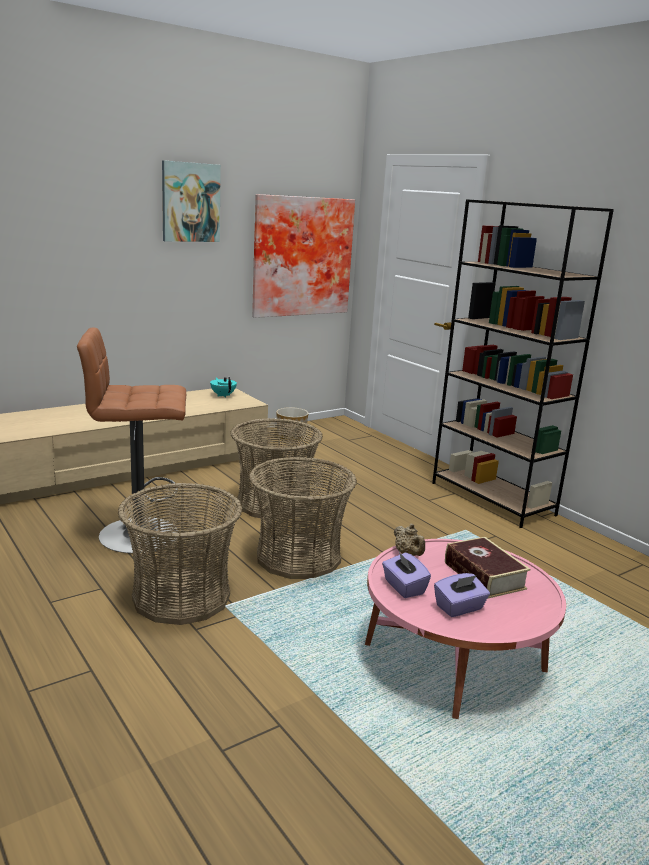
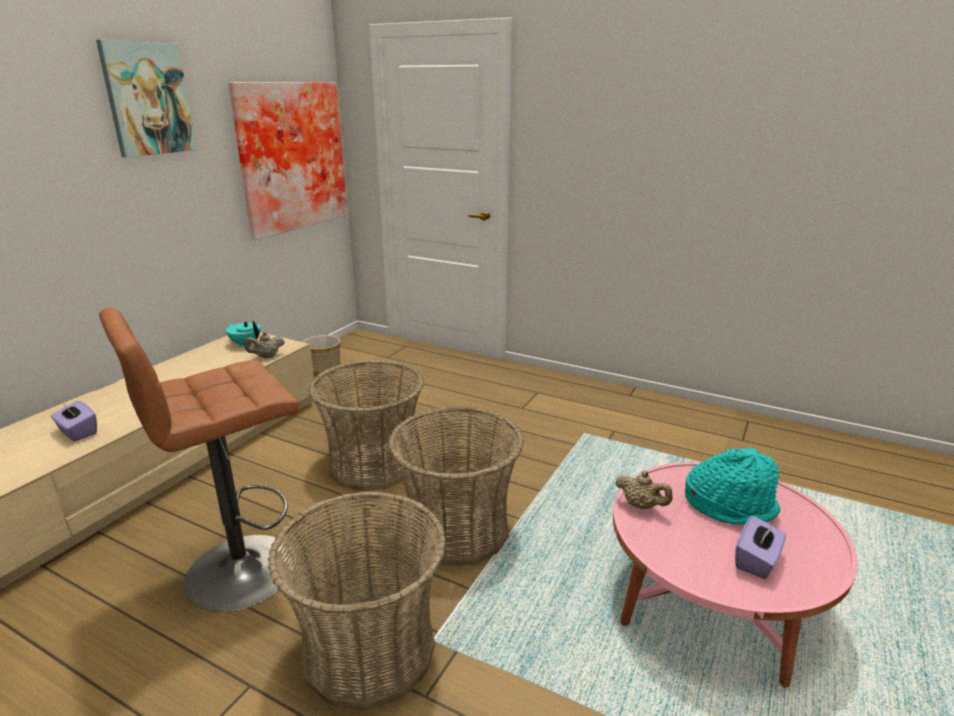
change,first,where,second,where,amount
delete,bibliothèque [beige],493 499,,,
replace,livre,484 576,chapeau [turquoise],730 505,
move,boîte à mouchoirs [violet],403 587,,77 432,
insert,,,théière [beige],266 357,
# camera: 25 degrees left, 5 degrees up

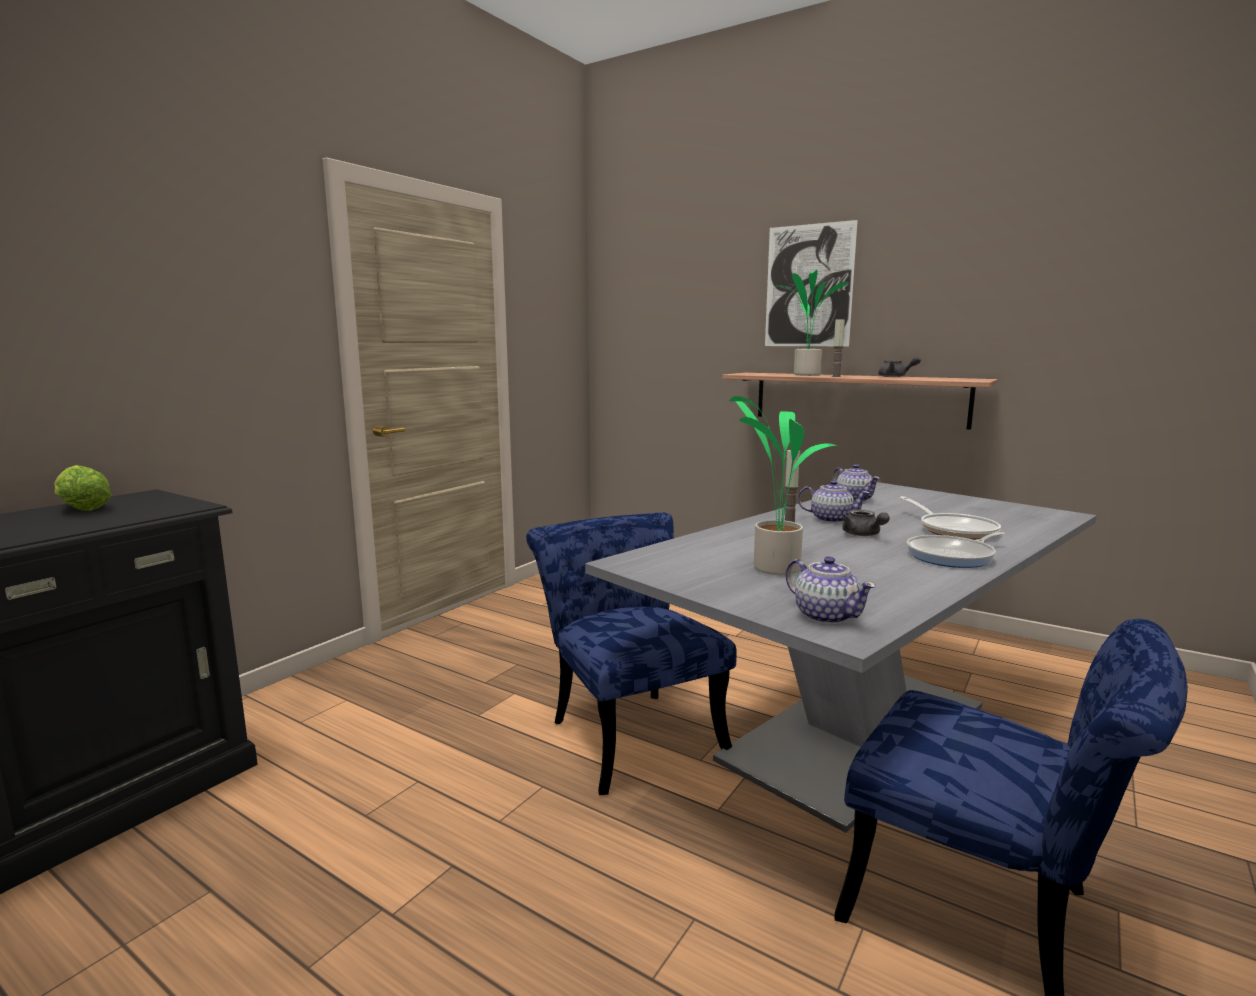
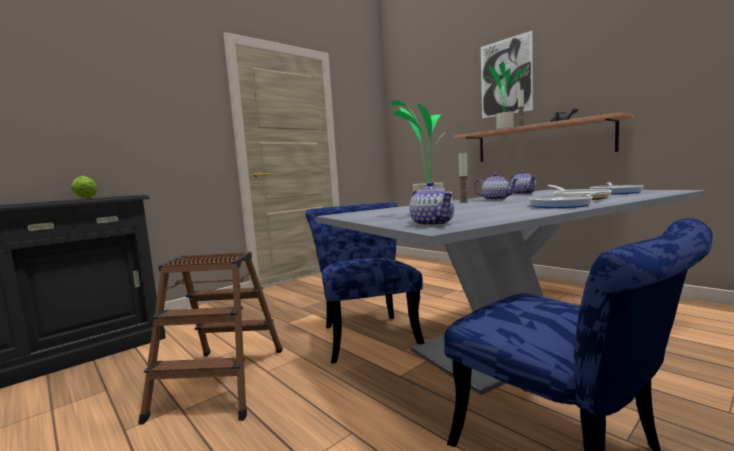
change,first,where,second,where,amount
delete,théière [gris],863 535,,,
insert,,,poêle,615 192,
insert,,,escabeau [marron],222 380,
# camera: 15 degrees right, 5 degrees down

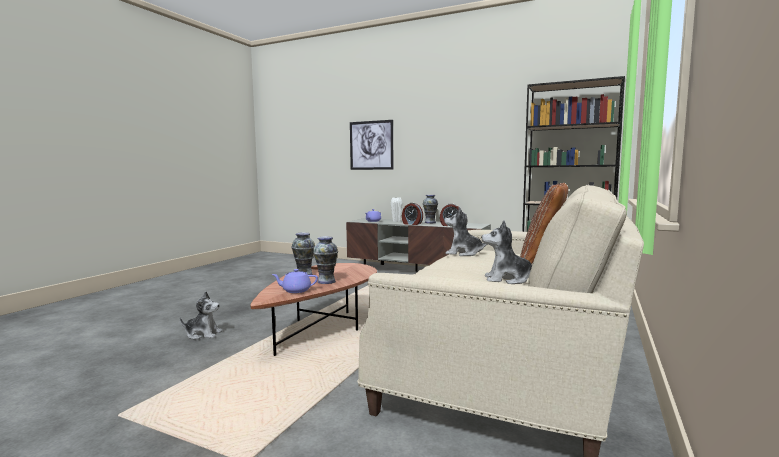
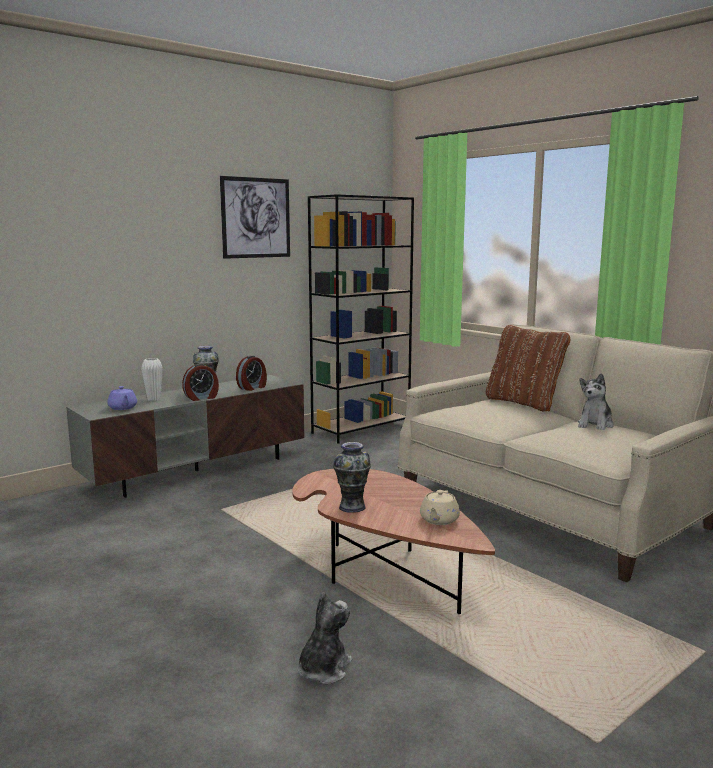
change,first,where,second,where,amount
move,tableau,371 145,,256 218,
delete,peluche,464 253,,,
delete,vase,326 281,,,
recolor,théière [violet],296 290,théière [beige],439 520,
# camera: 65 degrees left, 5 degrees up

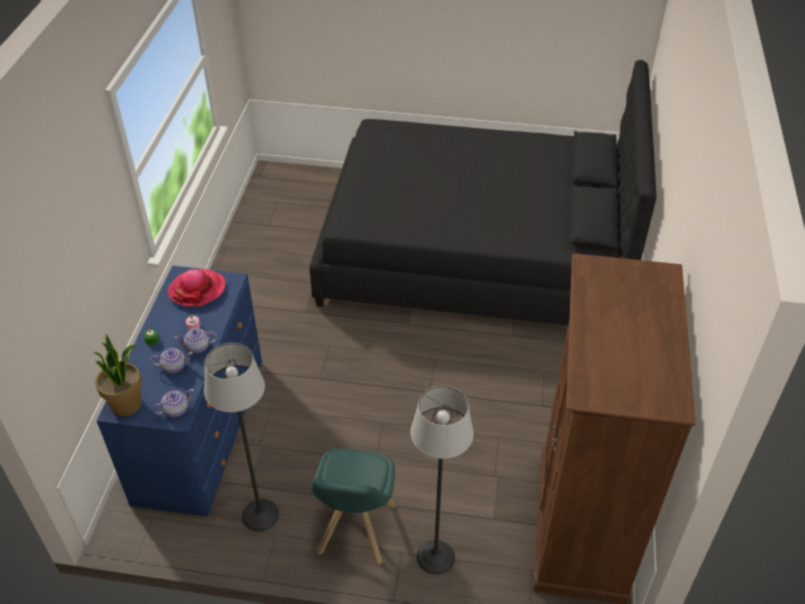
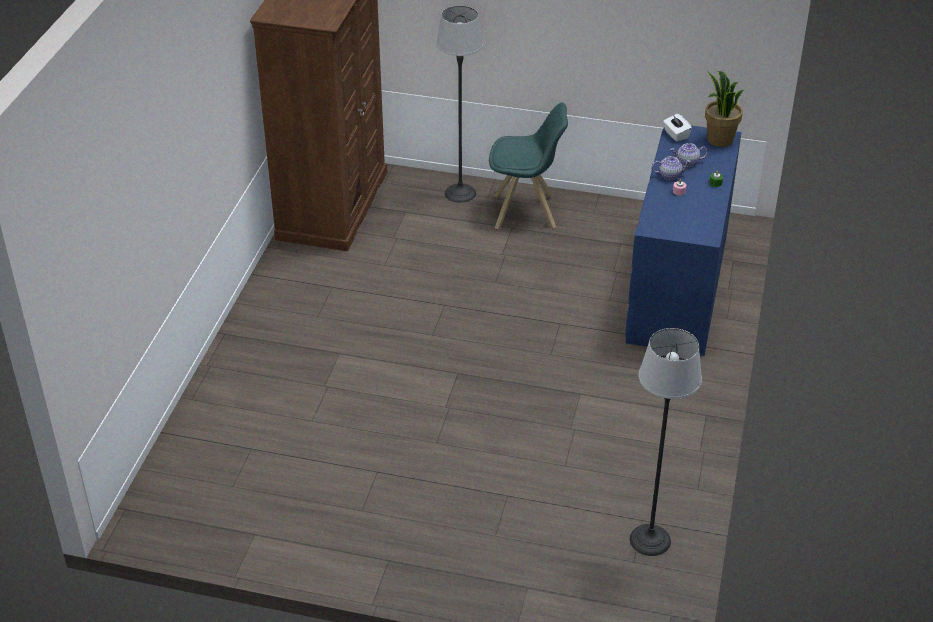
change,first,where,second,where,amount
delete,lit [noir],475 253,,,
delete,chapeau,197 290,,,
move,lampadaire,260 514,,650 540,
replace,théière,176 409,boîte à mouchoirs [blanc],676 135,
rotate,chaise [turquoise],355 529,,525 212,75 degrees clockwise
# camera: 175 degrees left, 5 degrees down

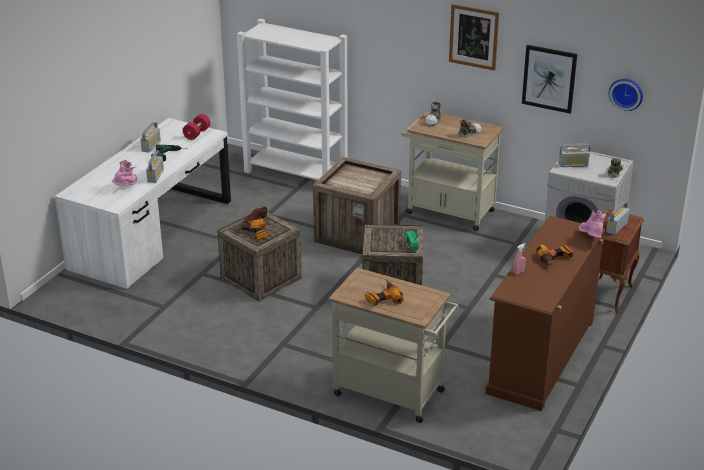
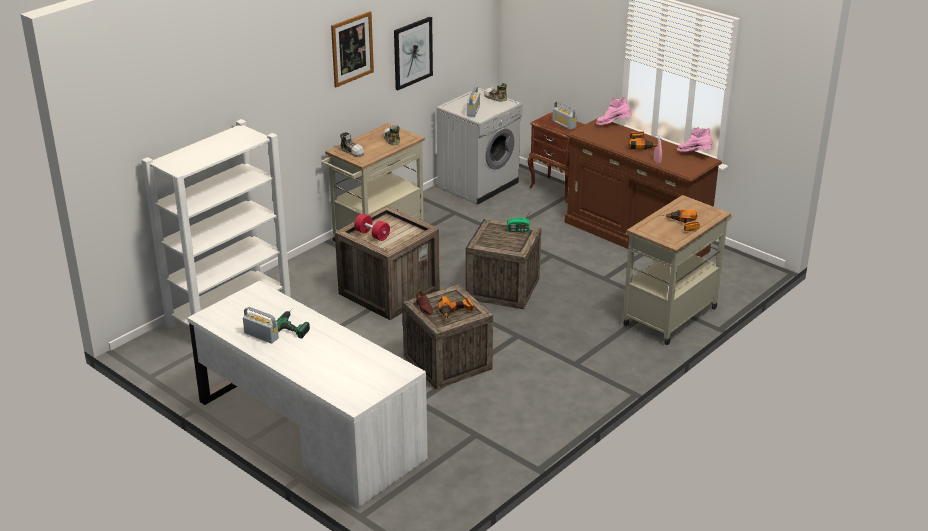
change,first,where,second,where,amount
delete,horloge murale,626 93,,,
move,haltère [rouge],197 134,,372 235,
delete,radio,155 176,,,
move,botte [rose],126 187,,694 155,
# camera: 75 degrees left, 0 degrees up

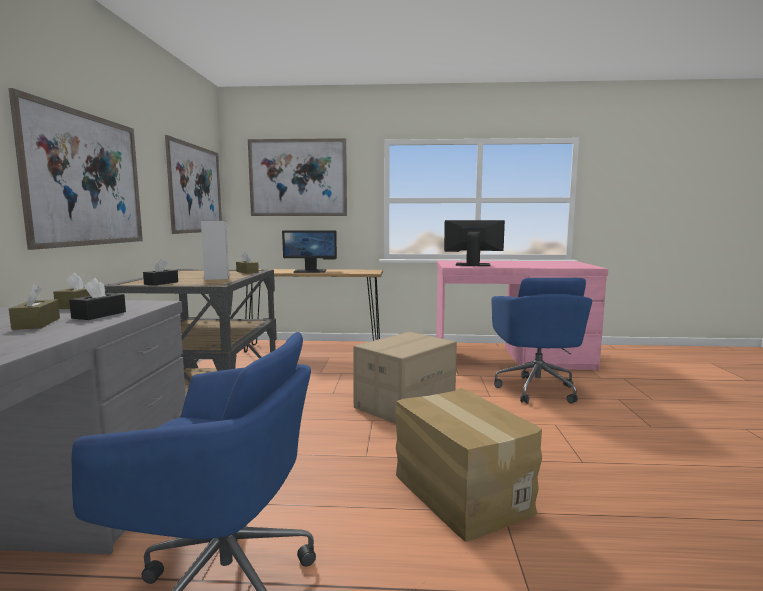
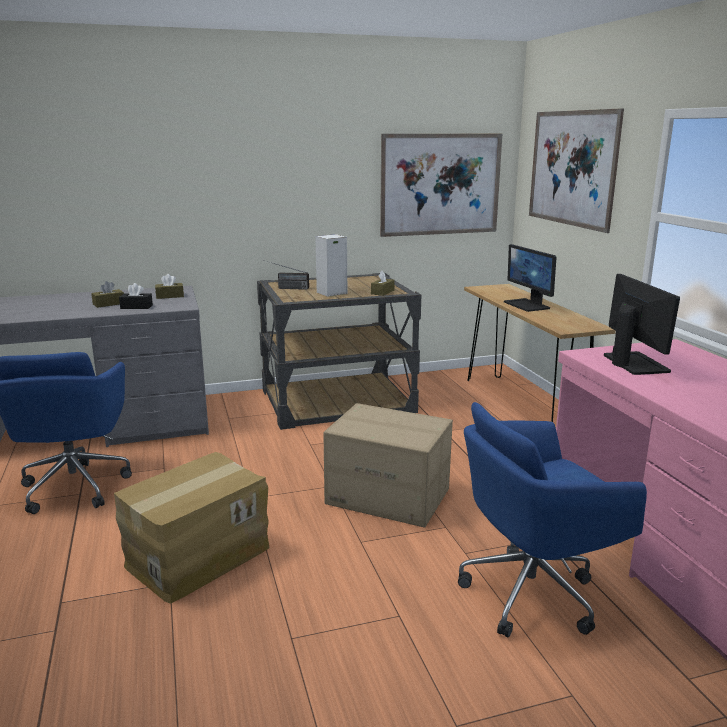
change,first,where,second,where,amount
delete,tableau,87 179,,,
replace,boîte à mouchoirs [noir],161 283,radio,285 288,
# camera: 70 degrees right, 10 degrees up

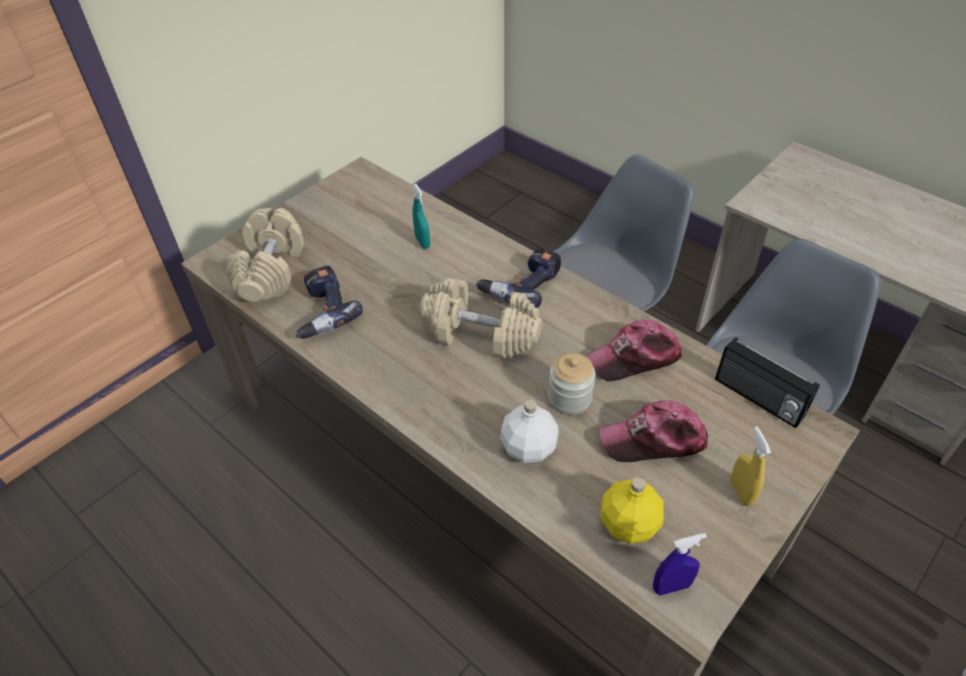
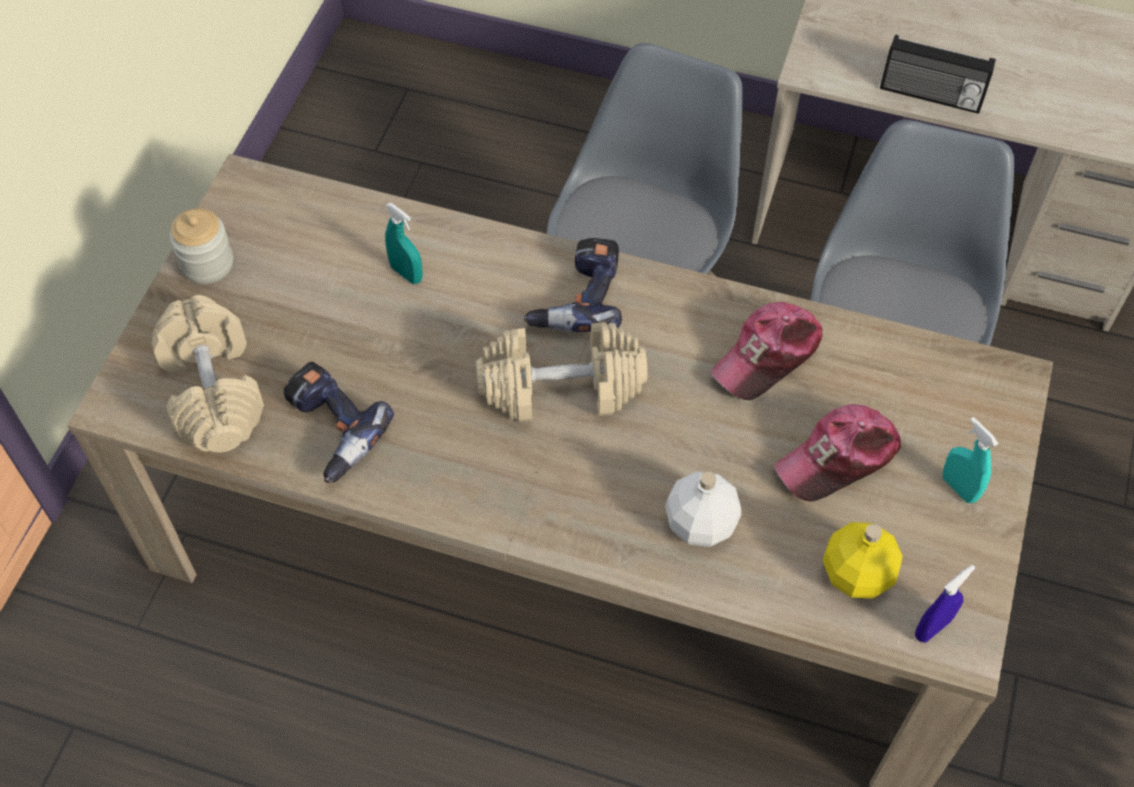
change,first,where,second,where,amount
move,radio,757 399,,930 96,
move,bocal,569 398,,207 263,
recolor,vaporisateur [jaune],741 492,vaporisateur [turquoise],959 488,
# camera: 25 degrees left, 10 degrees up

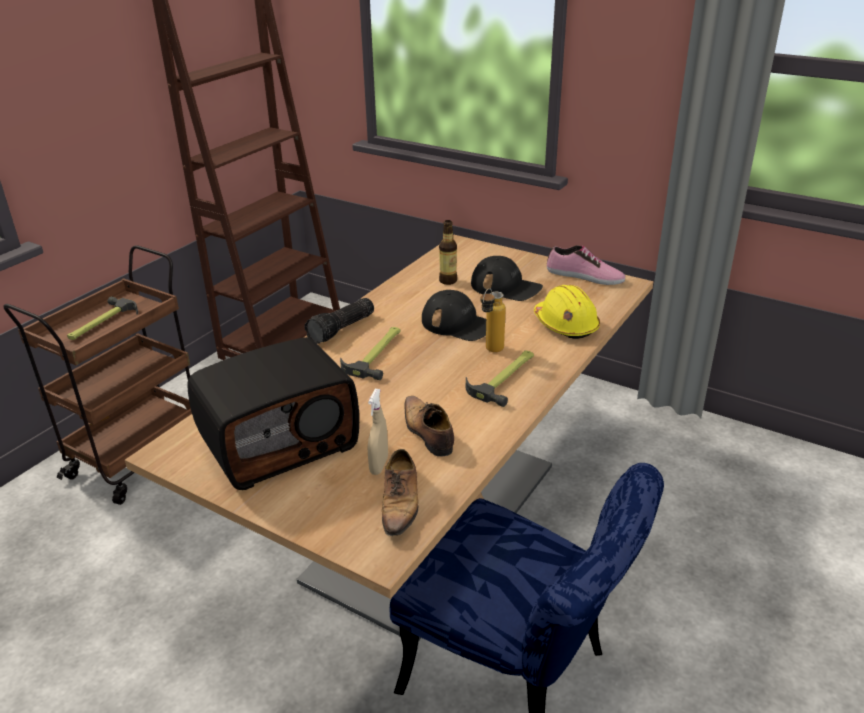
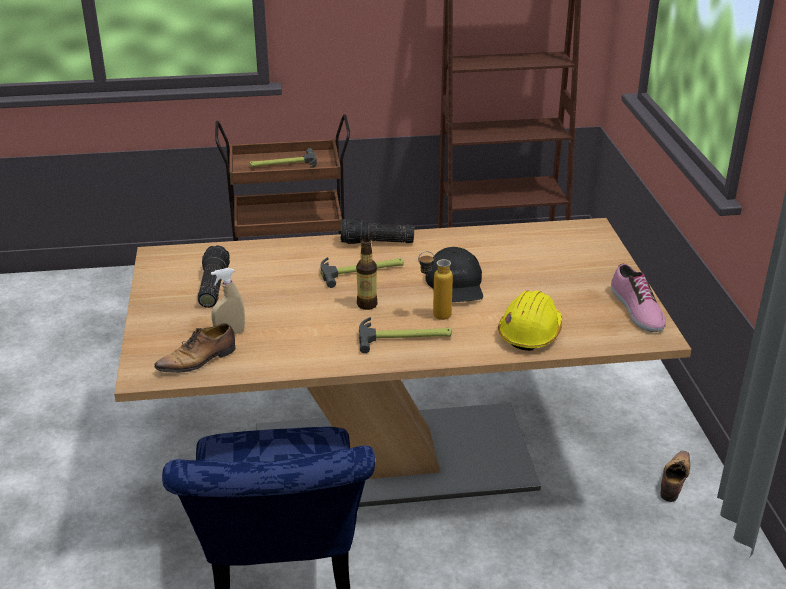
change,first,where,second,where,amount
move,bouteille,448 281,,367 304,
delete,casquette [noir],506 287,,,
replace,radio,279 442,lampe de poche,212 287,
move,chaussure,427 432,,674 481,
# camera: 50 degrees right, 0 degrees up

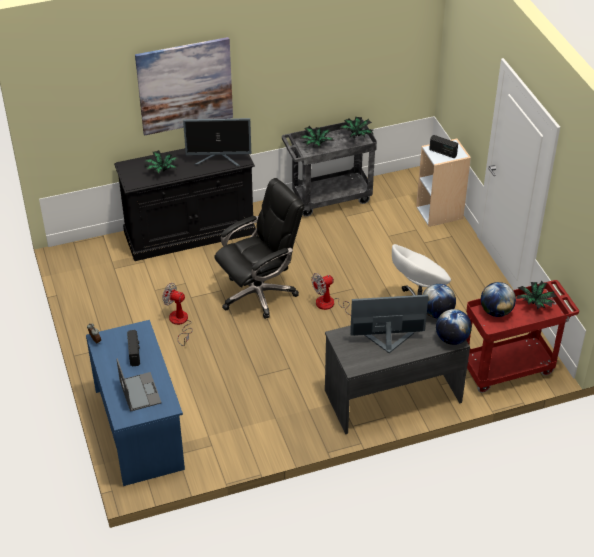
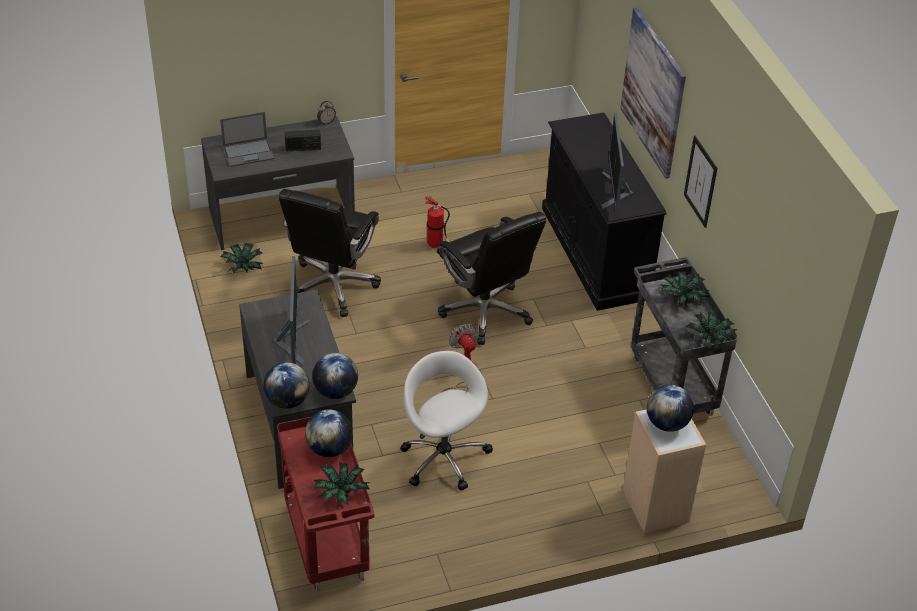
change,first,where,second,where,amount
replace,radio,443 152,globe,667 423,
move,plante en pot,162 170,,243 266,
replace,ventilateur,180 323,extincteur,436 245,
recolor,bureau [bleu],140 428,bureau [gris],282 218,
insert,,,tableau,700 181,
insert,,,chaise de bureau [noir],333 285,
# camera: 90 degrees right, 0 degrees up

